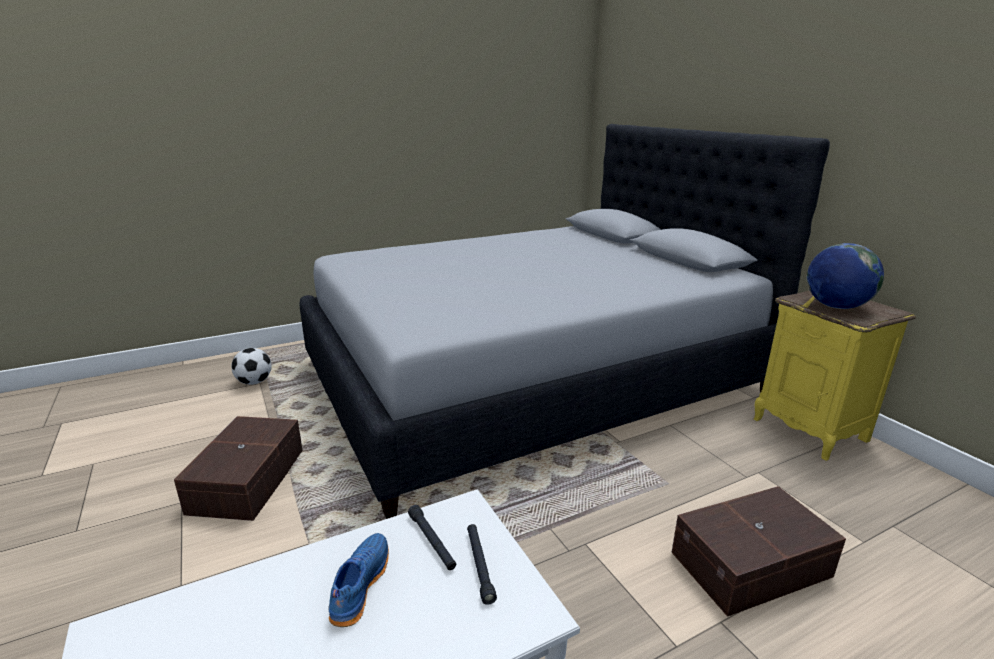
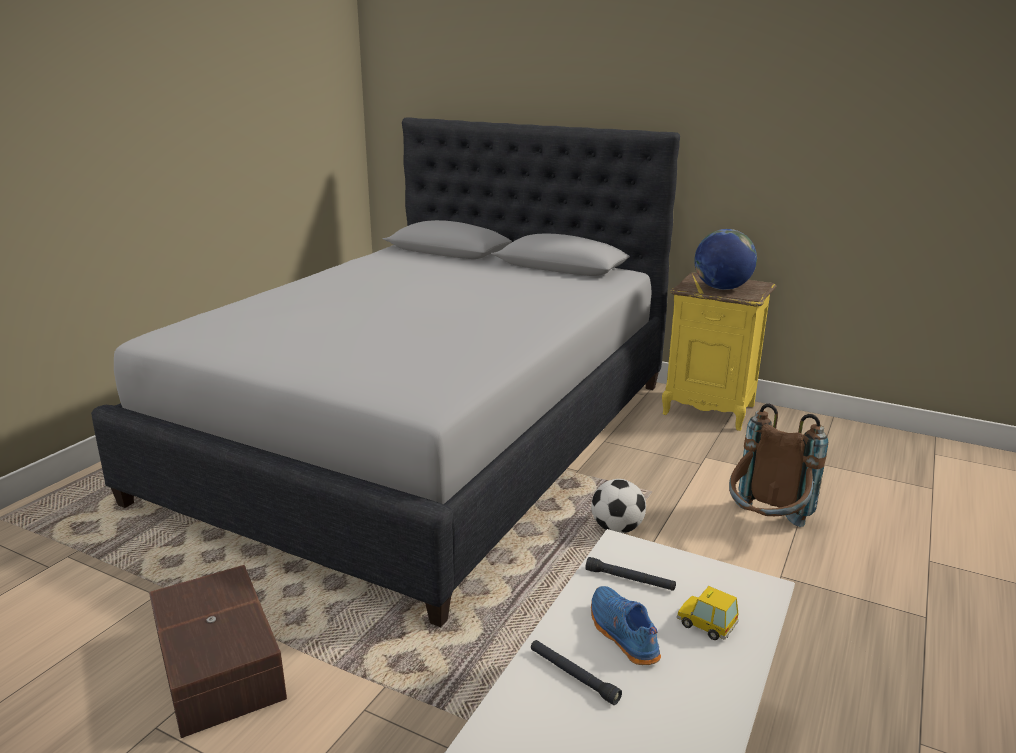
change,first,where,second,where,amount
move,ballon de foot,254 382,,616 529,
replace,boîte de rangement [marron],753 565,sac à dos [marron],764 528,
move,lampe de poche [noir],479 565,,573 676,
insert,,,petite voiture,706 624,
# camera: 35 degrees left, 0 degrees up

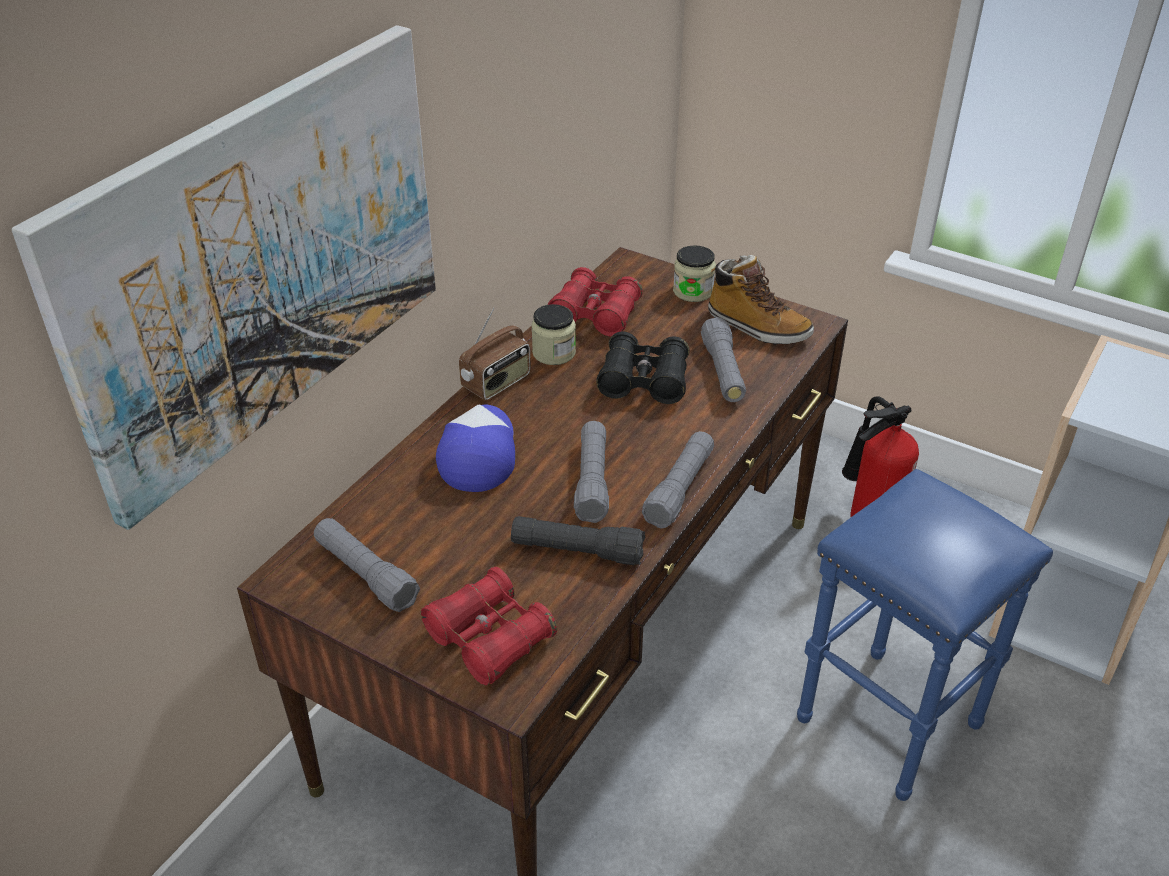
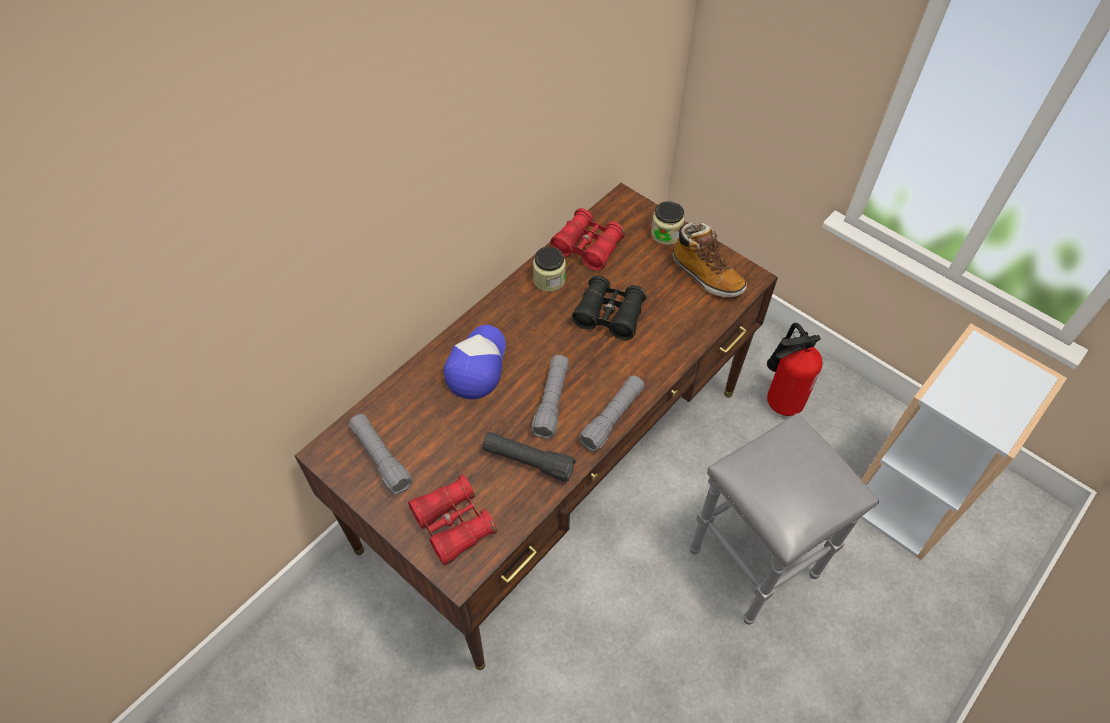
change,first,where,second,where,amount
delete,tableau,261 263,,,
delete,radio,497 383,,,
delete,lampe de poche [gris],723 372,,,
recolor,tabouret [bleu],893 721,tabouret [gris],756 563,
# camera: 10 degrees right, 15 degrees up

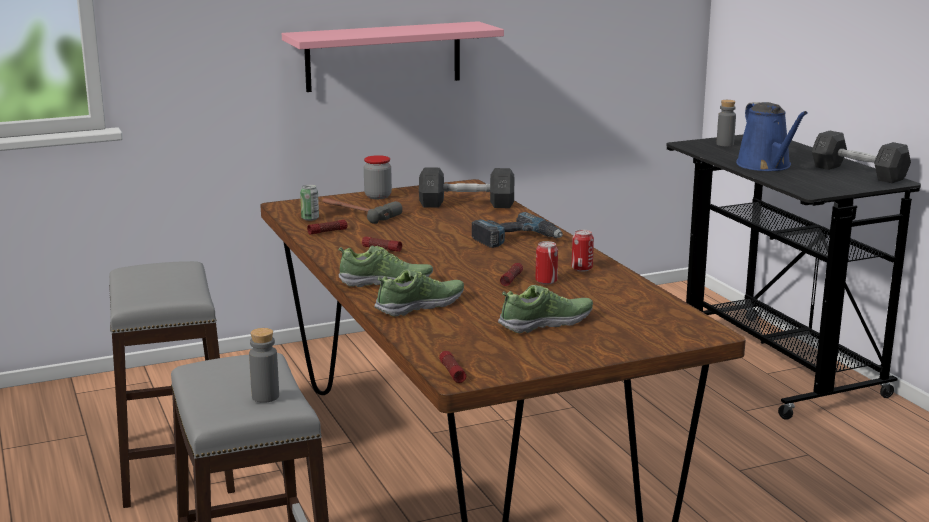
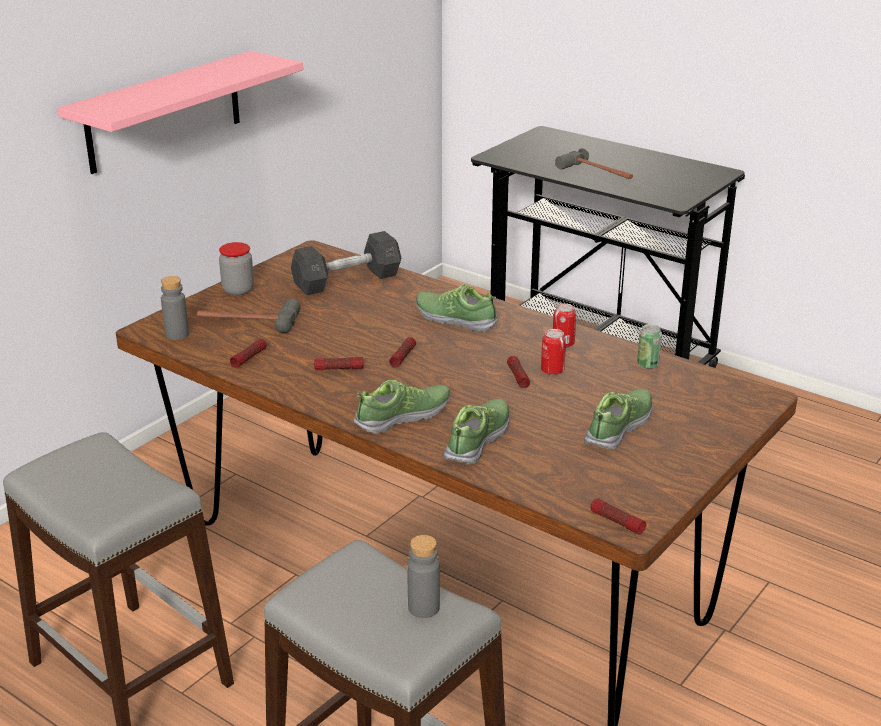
change,first,where,second,where,amount
move,bouteille [gris],725 144,,177 334,
replace,arrosoir [bleu],766 166,marteau,597 173,
delete,haltère [gris],858 173,,,
move,boîte métallique,310 218,,647 365,
replace,perceuse,516 239,chaussure,455 319,
insert,,,lampe de poche,403 357,
# camera: 30 degrees left, 10 degrees up

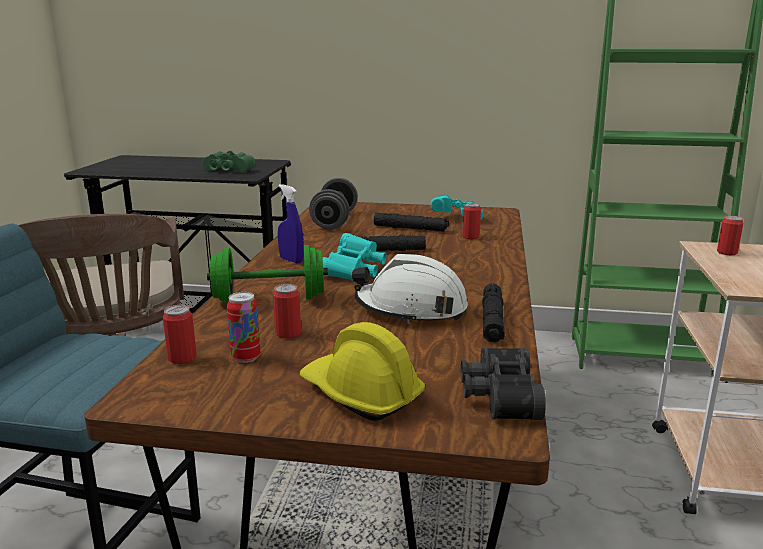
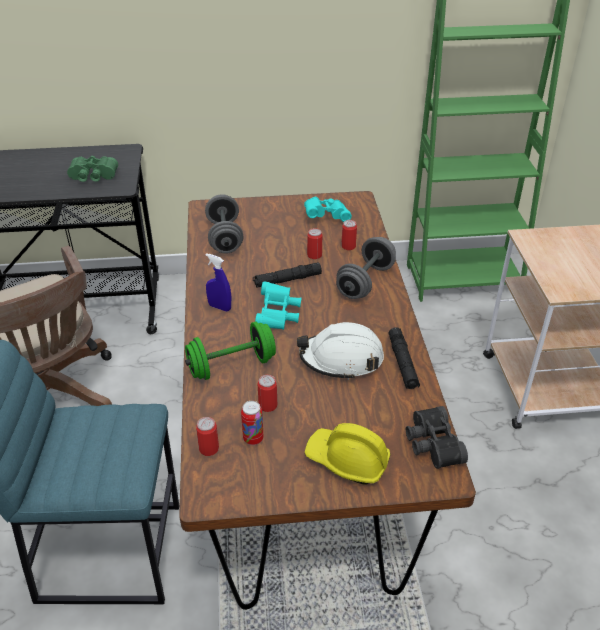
change,first,where,second,where,amount
delete,lampe de poche [noir],410 228,,,
move,boîte métallique,727 252,,314 255,
insert,,,haltère [gris],365 282,
# camera: 15 degrees left, 20 degrees up

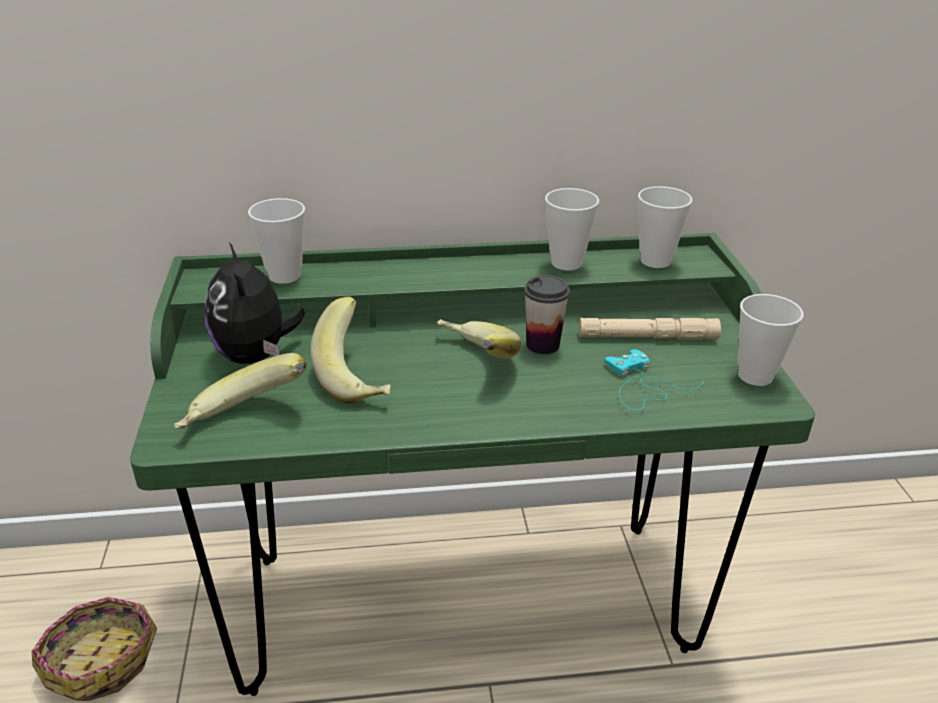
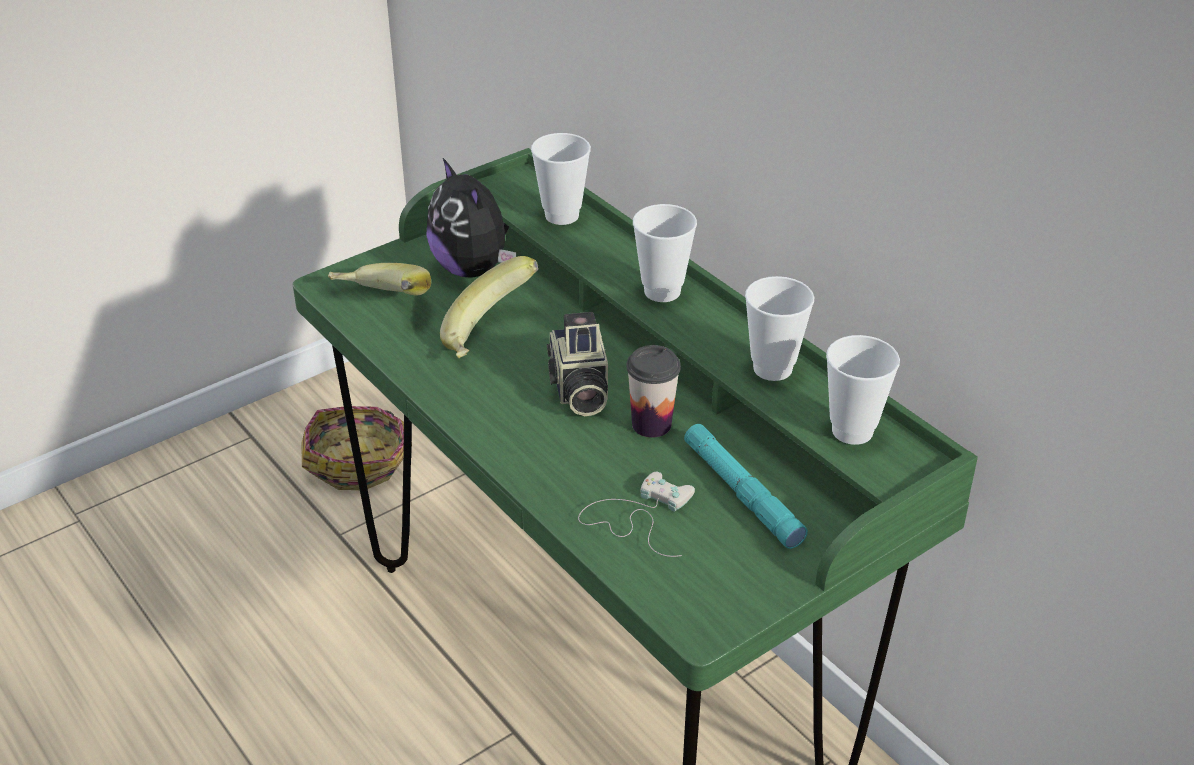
change,first,where,second,where,amount
rotate,peluche,256 356,,473 269,75 degrees counterclockwise
move,tasse,755 376,,662 291,
recolor,lampe de poche [beige],647 337,lampe de poche [turquoise],742 493,
replace,banane,472 361,appareil photo,578 390,
recolor,manette [turquoise],642 385,manette [blanc],638 516,
# camera: 60 degrees right, 5 degrees up

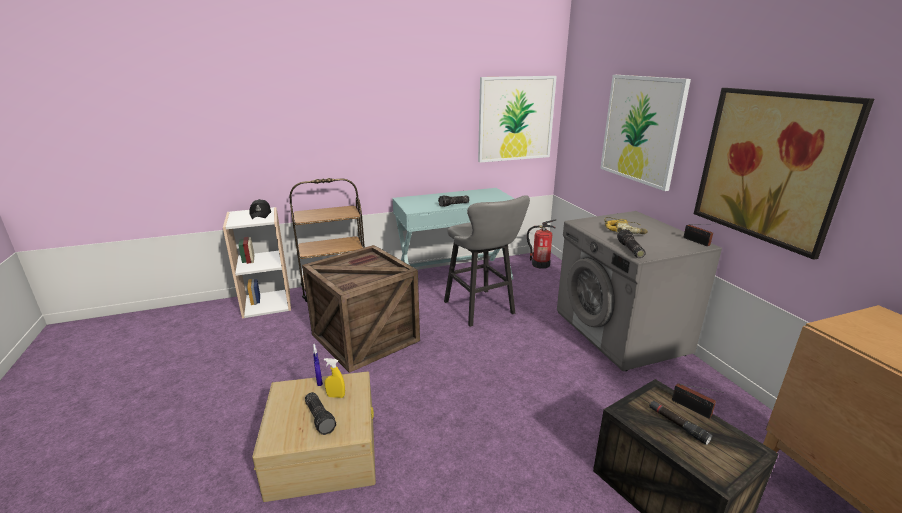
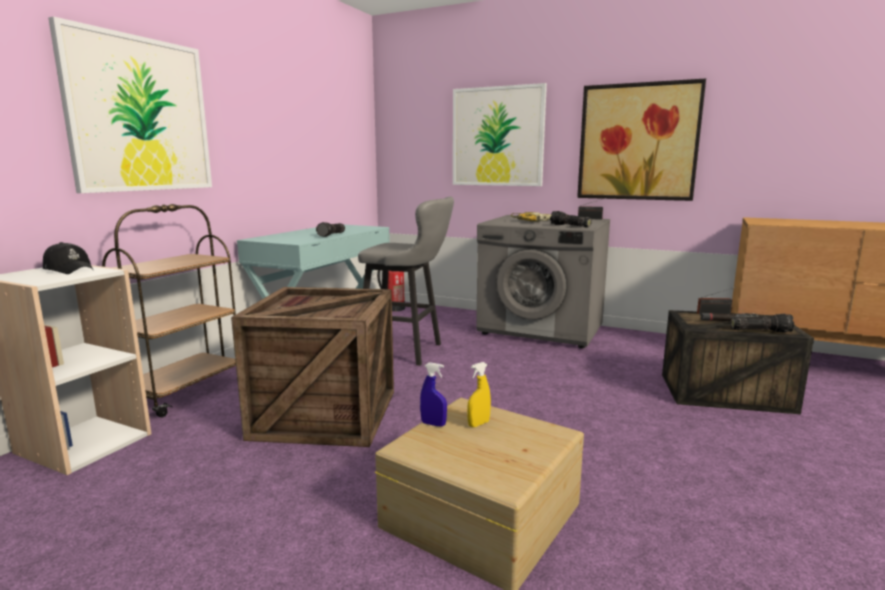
change,first,where,second,where,amount
move,tableau,515 119,,140 115,
move,lampe de poche,320 418,,760 330,
# camera: 45 degrees left, 10 degrees down

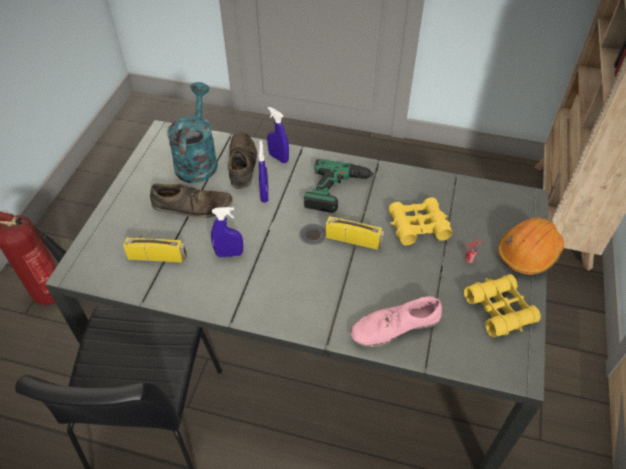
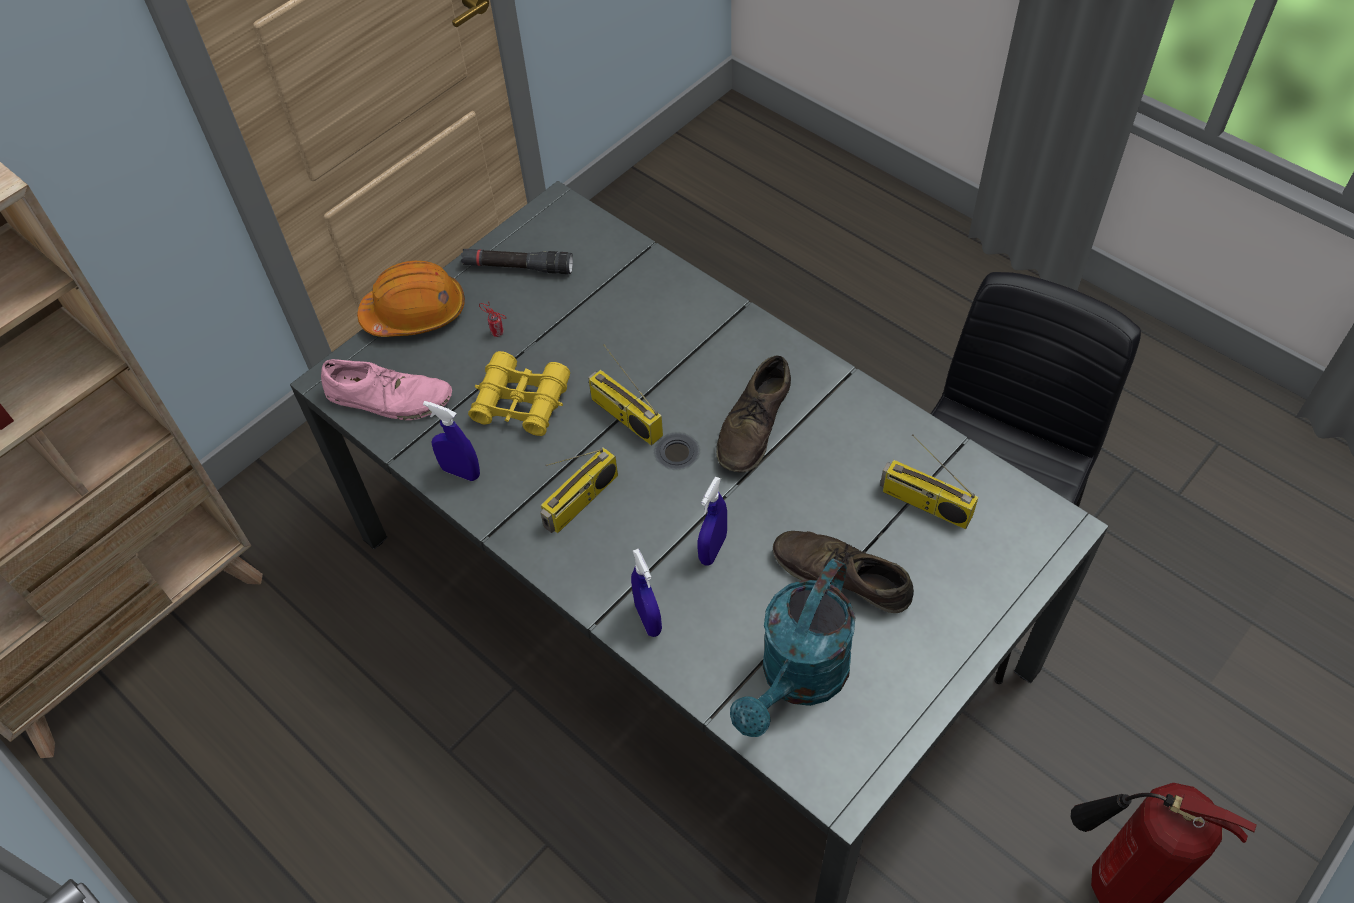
change,first,where,second,where,amount
move,chaussure [marron],242 164,,754 425,
replace,perceuse,345 191,radio,581 502,
move,vaporisateur [bleu],229 254,,461 472,
replace,jumelles [jaune],499 309,lampe de poche [noir],518 267,
move,chaussure [rose],395 327,,389 398,
# camera: 150 degrees left, 5 degrees up

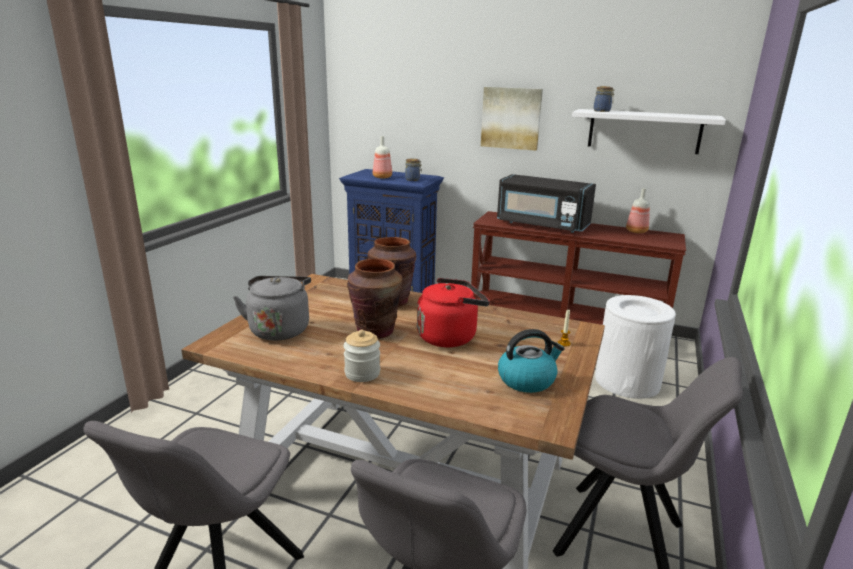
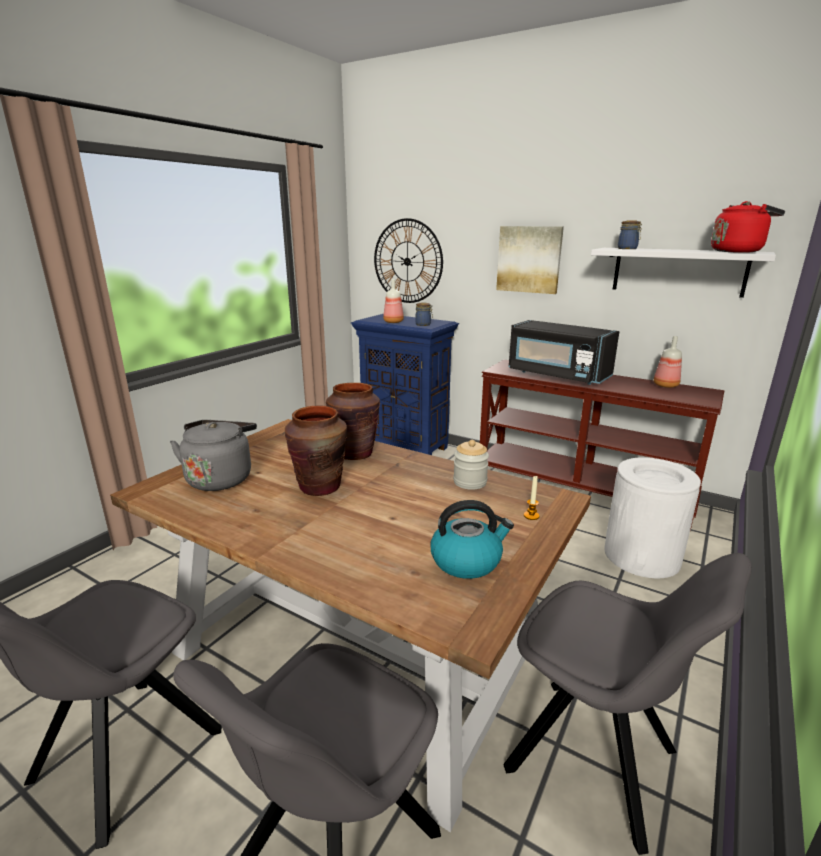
change,first,where,second,where,amount
move,bouilloire [rouge],450 336,,738 251,
move,bocal,362 373,,470 482,
insert,,,horloge murale,407 261,
# camera: 10 degrees right, 0 degrees up

